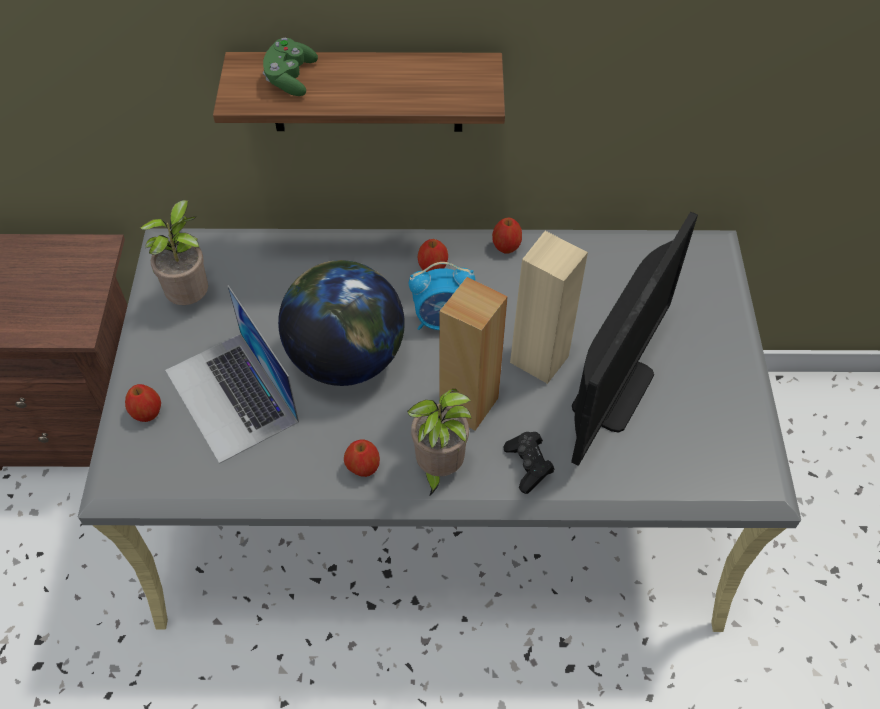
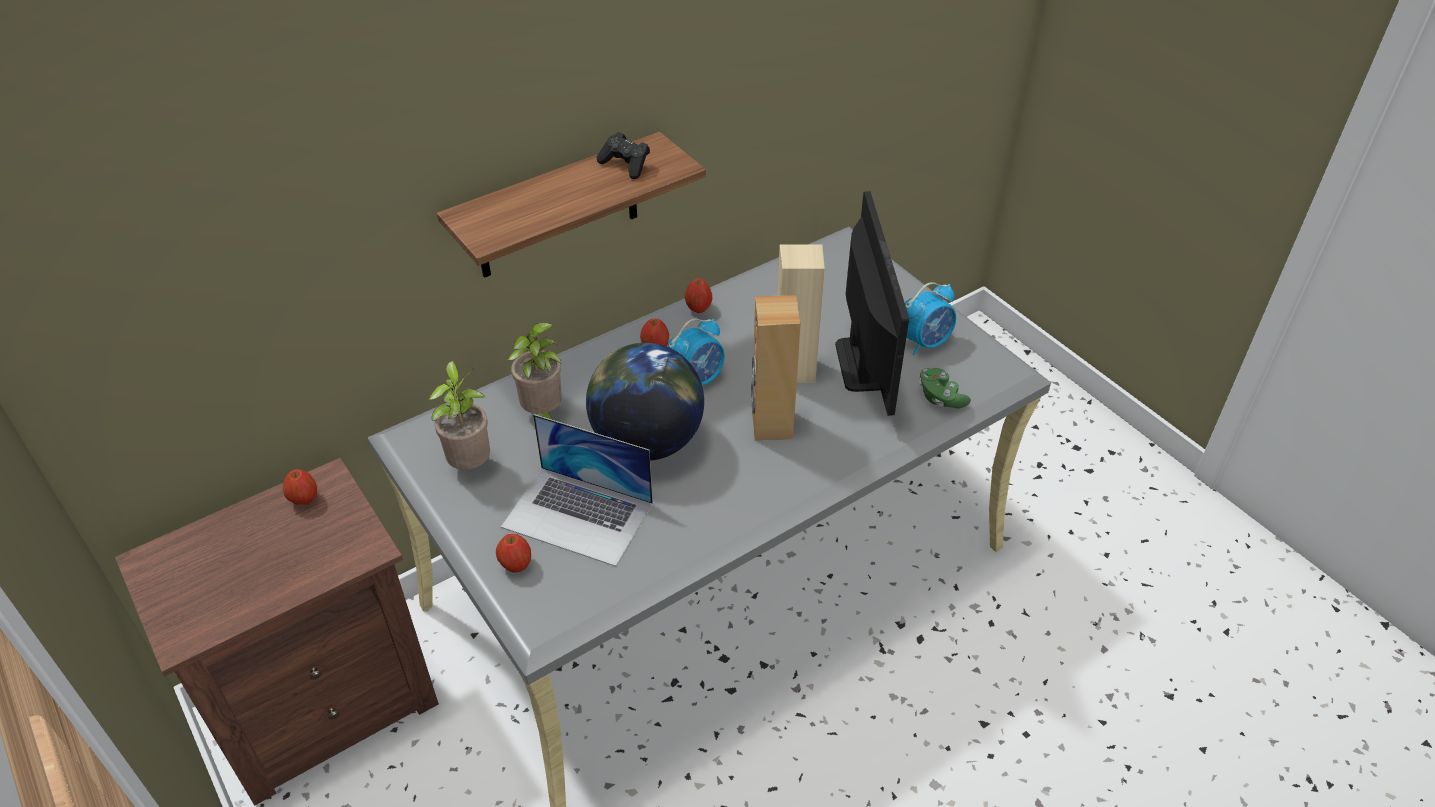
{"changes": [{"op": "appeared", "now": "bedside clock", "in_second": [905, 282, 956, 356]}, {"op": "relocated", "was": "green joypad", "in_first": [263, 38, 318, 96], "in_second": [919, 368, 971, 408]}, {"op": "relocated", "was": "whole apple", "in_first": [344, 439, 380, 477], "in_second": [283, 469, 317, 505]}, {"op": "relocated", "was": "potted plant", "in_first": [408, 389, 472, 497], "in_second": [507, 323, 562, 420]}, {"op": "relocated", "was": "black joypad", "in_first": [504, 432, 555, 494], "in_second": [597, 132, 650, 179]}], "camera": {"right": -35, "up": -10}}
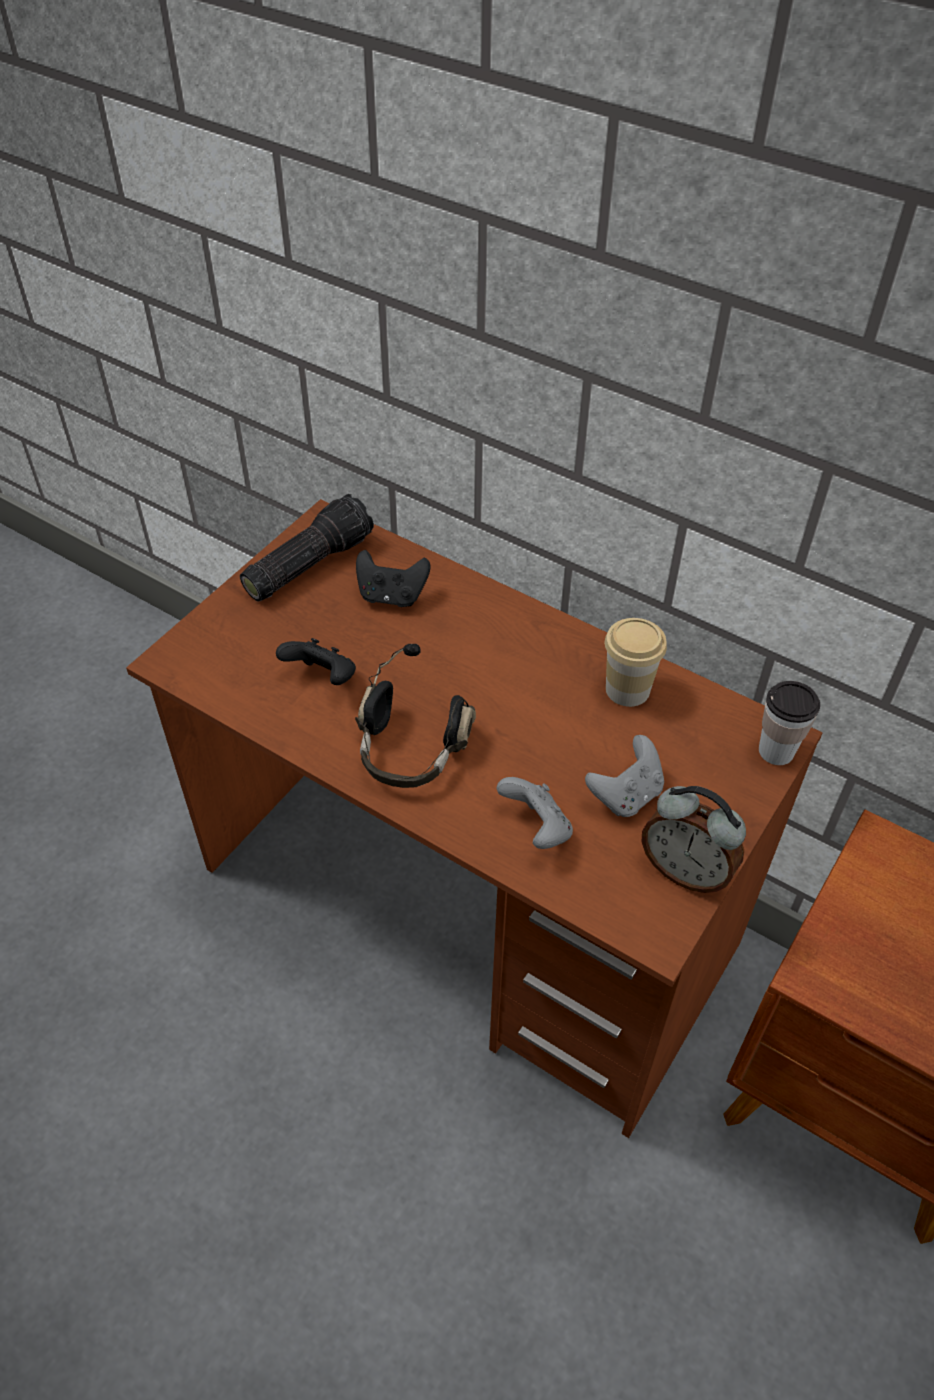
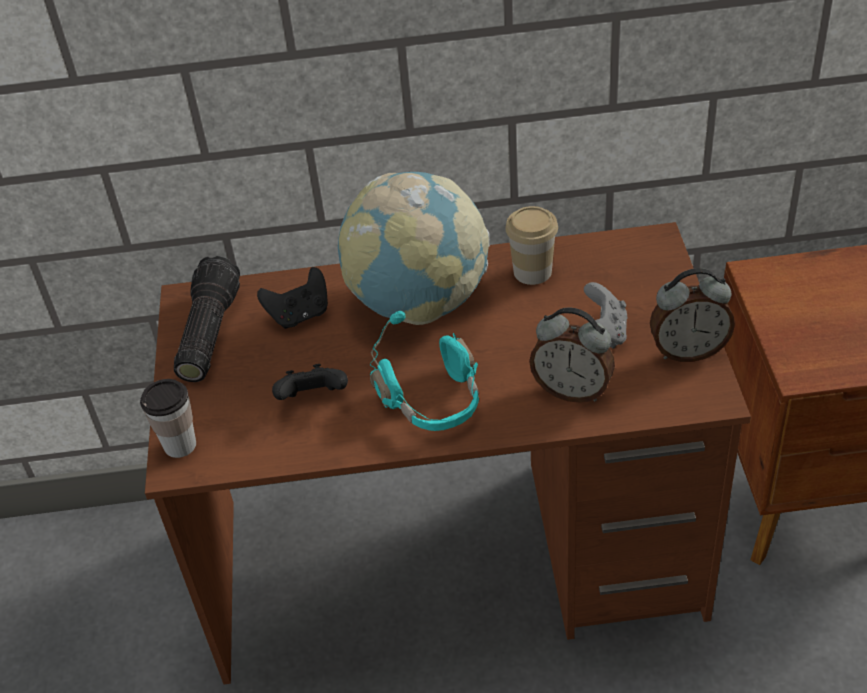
{"changes": [{"op": "appeared", "now": "world globe", "in_second": [338, 172, 490, 325]}, {"op": "relocated", "was": "cup", "in_first": [759, 681, 820, 765], "in_second": [140, 379, 196, 458]}, {"op": "exchanged", "was": "greyish joypad", "now": "bedside clock", "in_first": [497, 777, 573, 849], "in_second": [529, 308, 615, 403]}, {"op": "colour", "was": "black headset", "now": "blue-green headset", "in_first": [355, 644, 476, 788], "in_second": [370, 311, 479, 431]}], "camera": {"right": -35, "up": -5}}
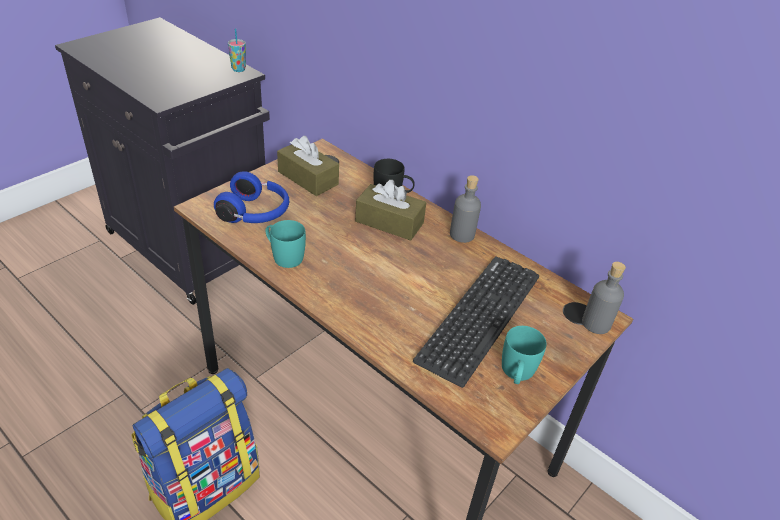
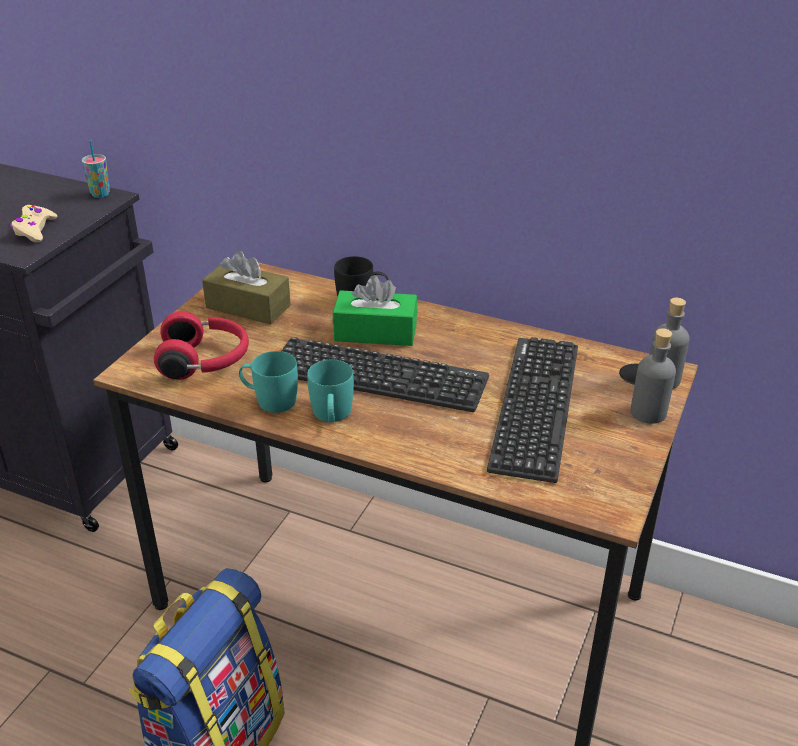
{"changes": [{"op": "appeared", "now": "beige joypad", "in_second": [10, 205, 57, 243]}, {"op": "appeared", "now": "computer keyboard", "in_second": [282, 337, 489, 412]}, {"op": "relocated", "was": "greyish beverage bottle", "in_first": [450, 175, 481, 243], "in_second": [630, 328, 676, 424]}, {"op": "relocated", "was": "blue-green coffee mug", "in_first": [502, 326, 547, 384], "in_second": [307, 360, 354, 422]}, {"op": "colour", "was": "bluish headset", "now": "red headset", "in_first": [214, 171, 289, 223], "in_second": [154, 311, 249, 380]}, {"op": "colour", "was": "brownish box of tissues", "now": "green box of tissues", "in_first": [355, 180, 426, 241], "in_second": [333, 275, 418, 346]}], "camera": {"right": -15, "up": -5}}
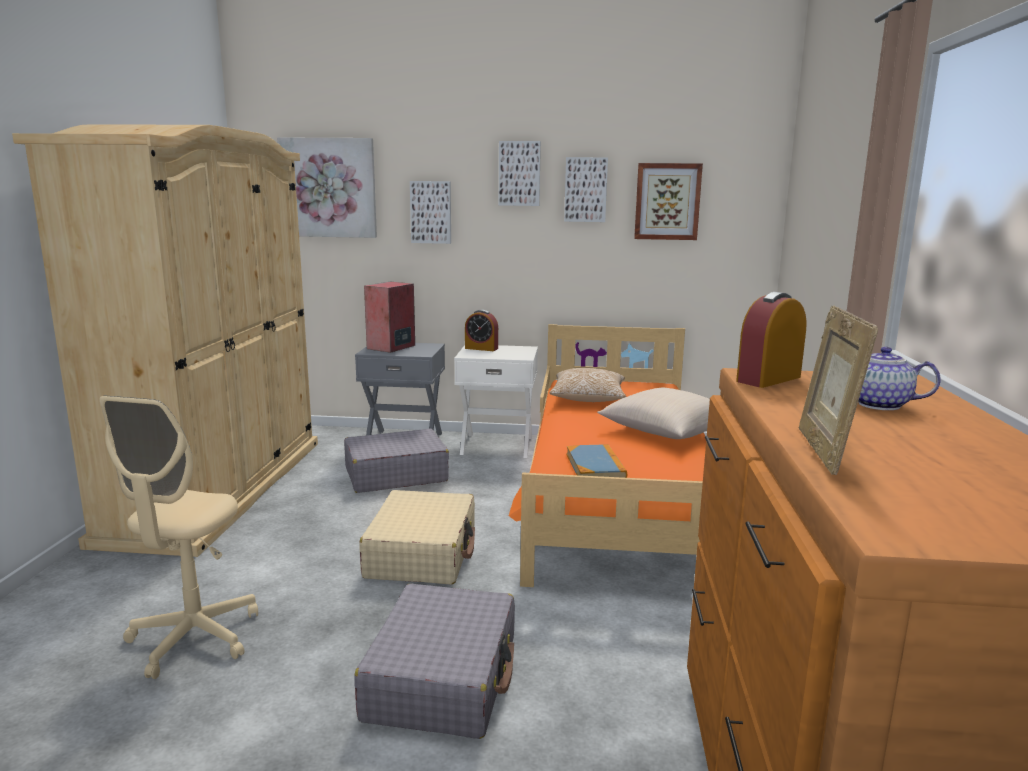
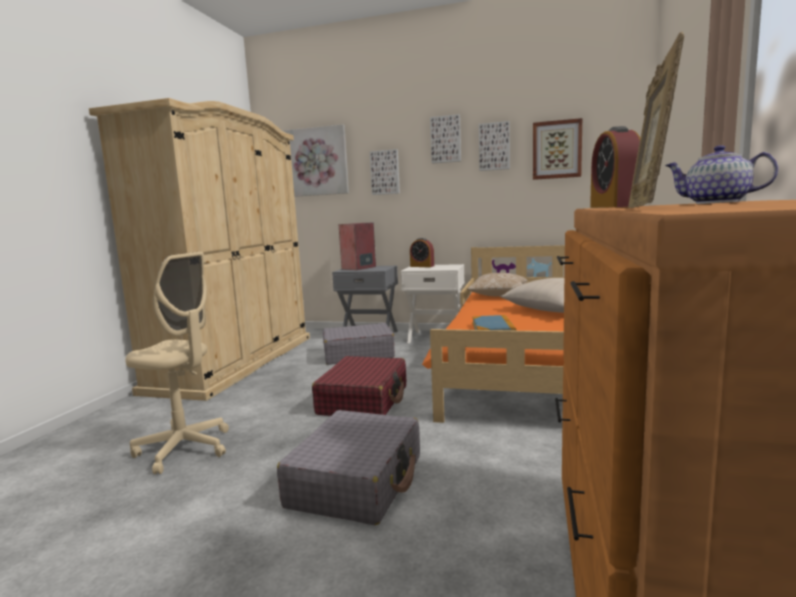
{"changes": [{"op": "colour", "was": "beige travel case", "now": "red travel case", "in_first": [359, 490, 475, 585], "in_second": [312, 356, 406, 416]}, {"op": "spun", "was": "beige desk chair", "in_first": [100, 396, 258, 679], "in_second": [125, 252, 229, 474], "clockwise": -90}, {"op": "spun", "was": "bedside clock", "in_first": [736, 292, 807, 388], "in_second": [590, 126, 640, 208], "clockwise": -60}], "camera": {"right": 10, "up": -5}}
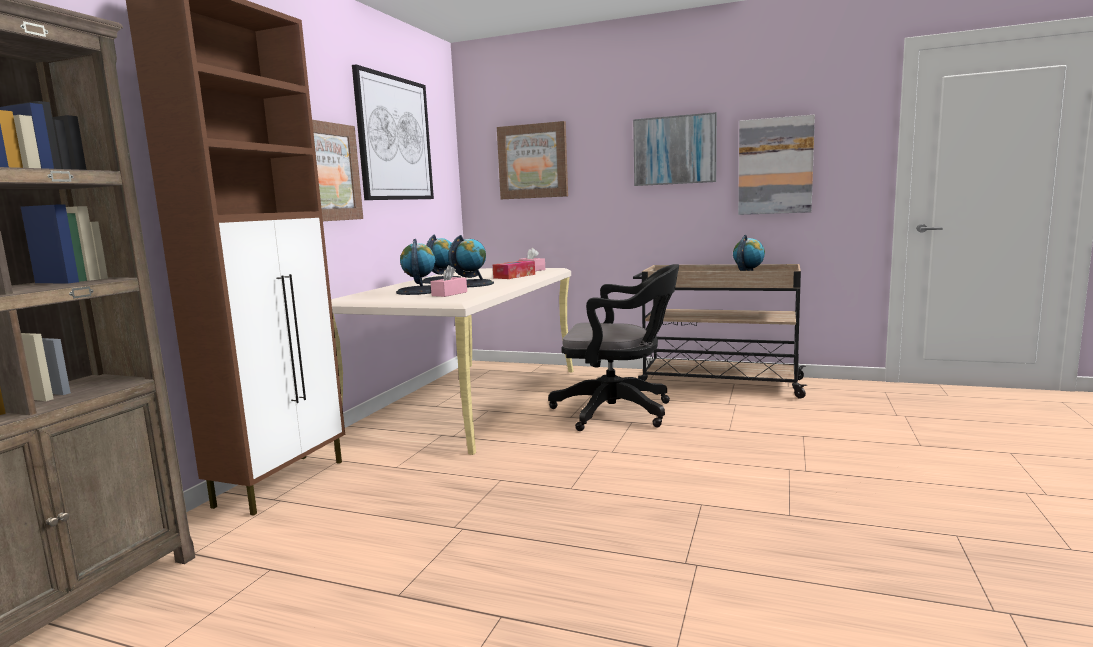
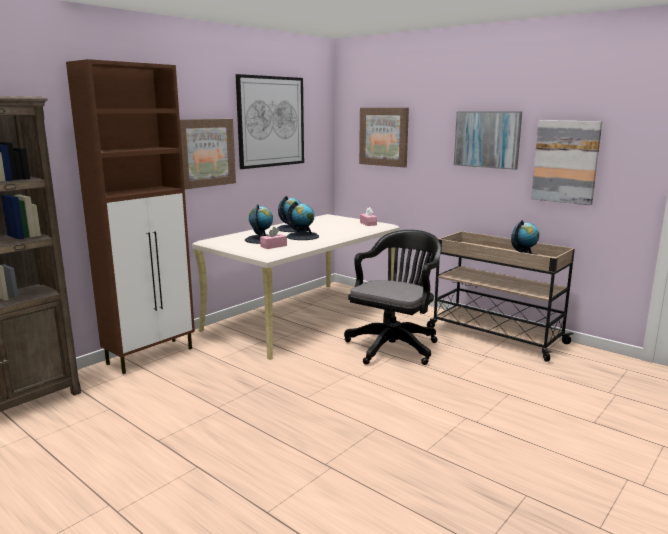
{"changes": [{"op": "missing", "was": "box of tissues", "in_first": [493, 261, 535, 279]}, {"op": "spun", "was": "black desk chair", "in_first": [548, 264, 679, 431], "in_second": [344, 230, 441, 365], "clockwise": -90}], "camera": {"right": 20, "up": 5}}
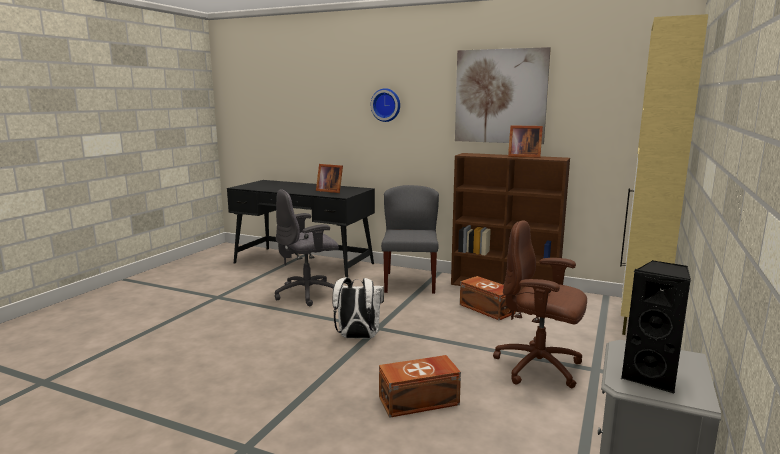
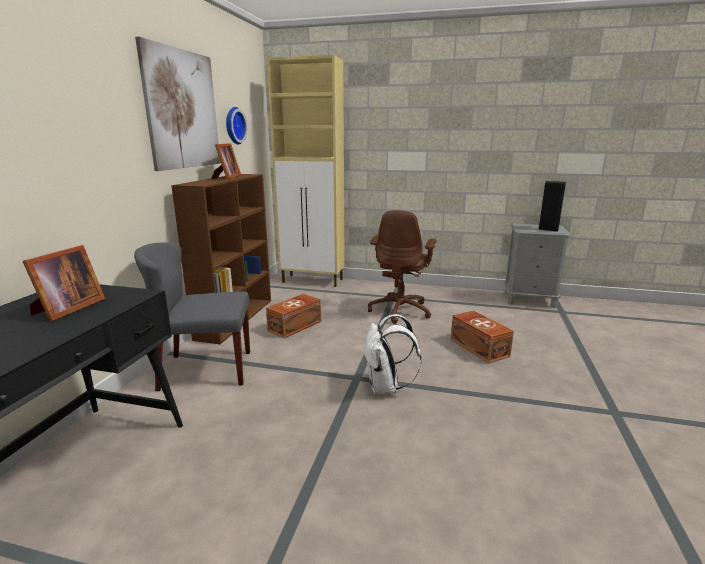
{"changes": [{"op": "missing", "was": "greyish desk chair", "in_first": [275, 189, 339, 306]}, {"op": "relocated", "was": "clock on the wall", "in_first": [371, 88, 400, 122], "in_second": [226, 107, 247, 145]}], "camera": {"right": -100, "up": 5}}
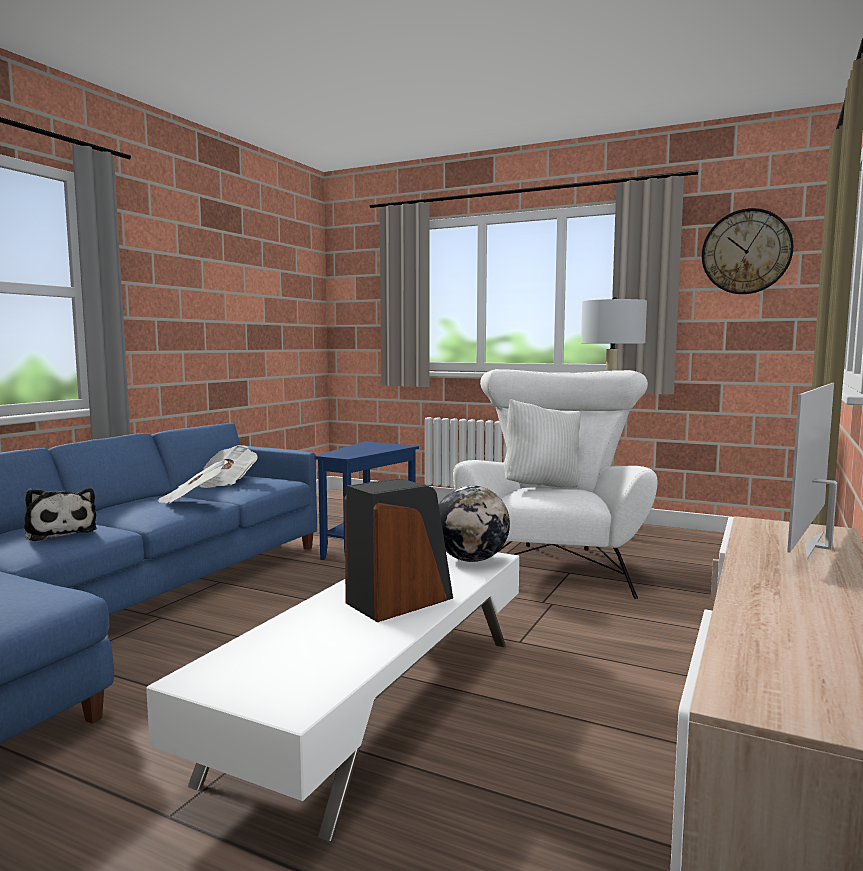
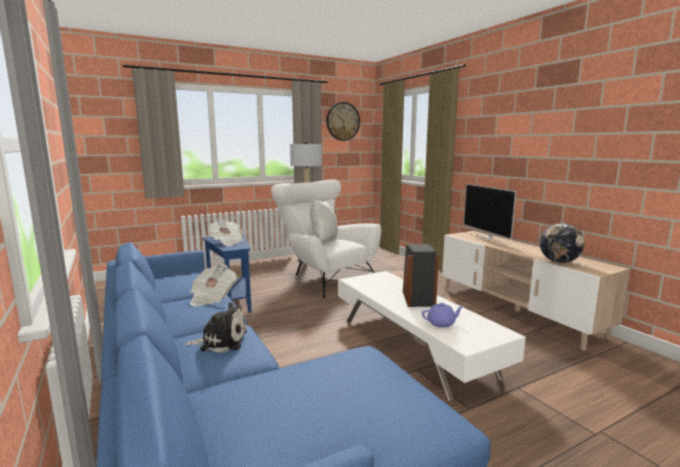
{"changes": [{"op": "appeared", "now": "purple tea pot", "in_second": [422, 303, 464, 327]}, {"op": "relocated", "was": "daily paper", "in_first": [199, 445, 258, 488], "in_second": [209, 219, 244, 246]}, {"op": "relocated", "was": "world globe", "in_first": [439, 485, 510, 562], "in_second": [540, 223, 585, 263]}], "camera": {"right": -55, "up": 5}}
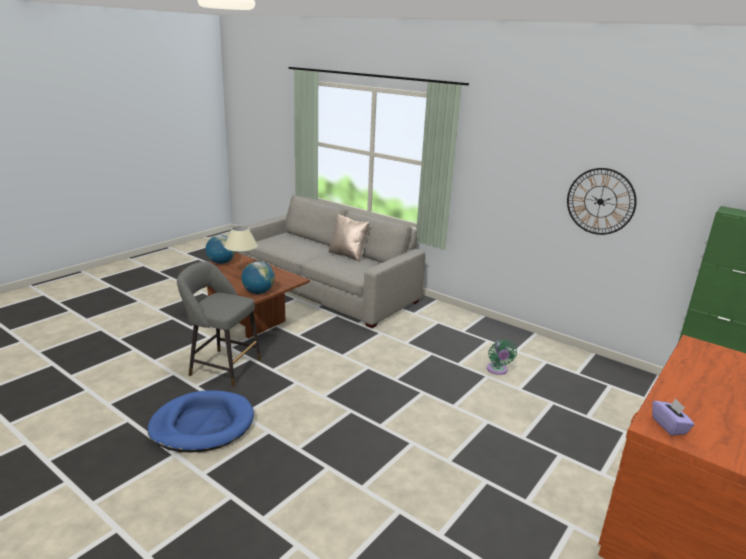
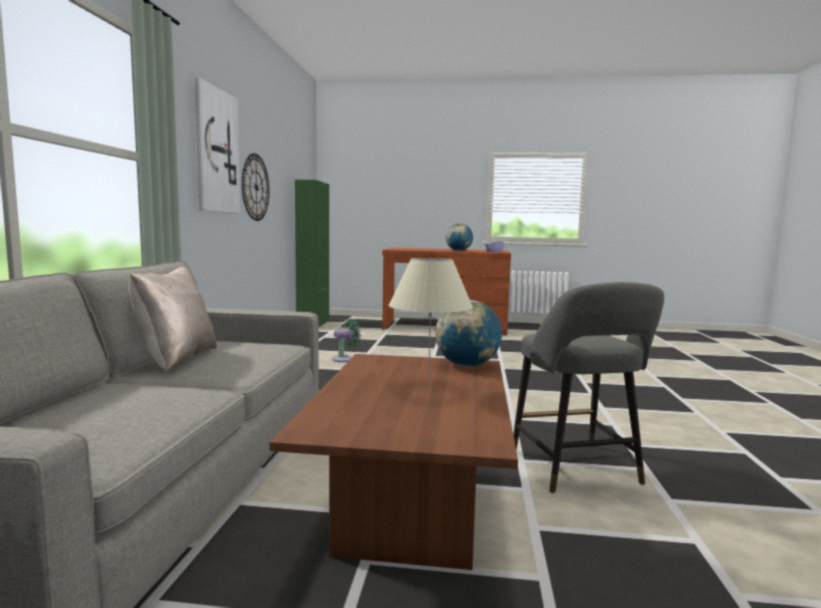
{"changes": [{"op": "missing", "was": "bluish dog cushion", "in_first": [148, 390, 254, 452]}, {"op": "appeared", "now": "wall picture", "in_second": [194, 77, 240, 213]}, {"op": "relocated", "was": "world globe", "in_first": [206, 235, 235, 264], "in_second": [446, 223, 473, 251]}], "camera": {"right": -120, "up": -15}}
